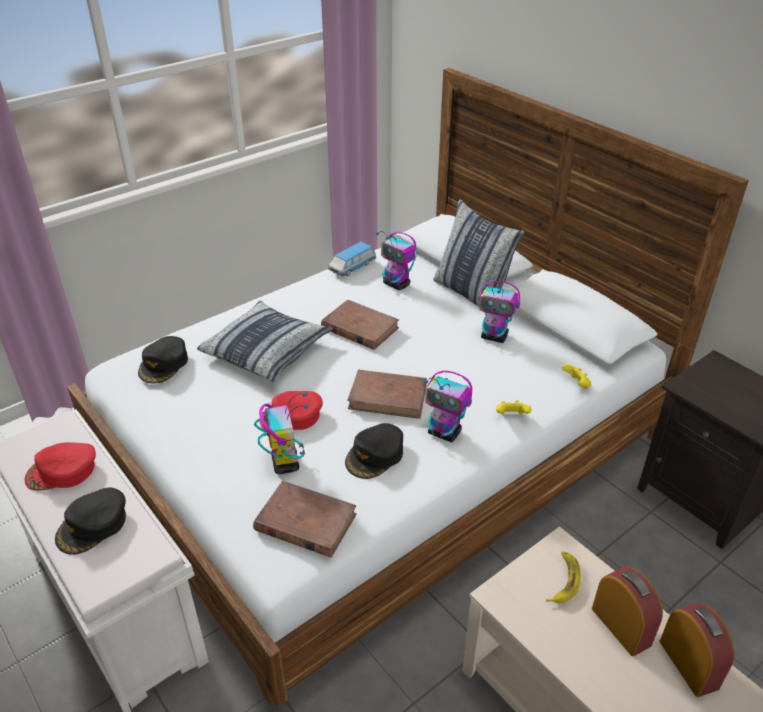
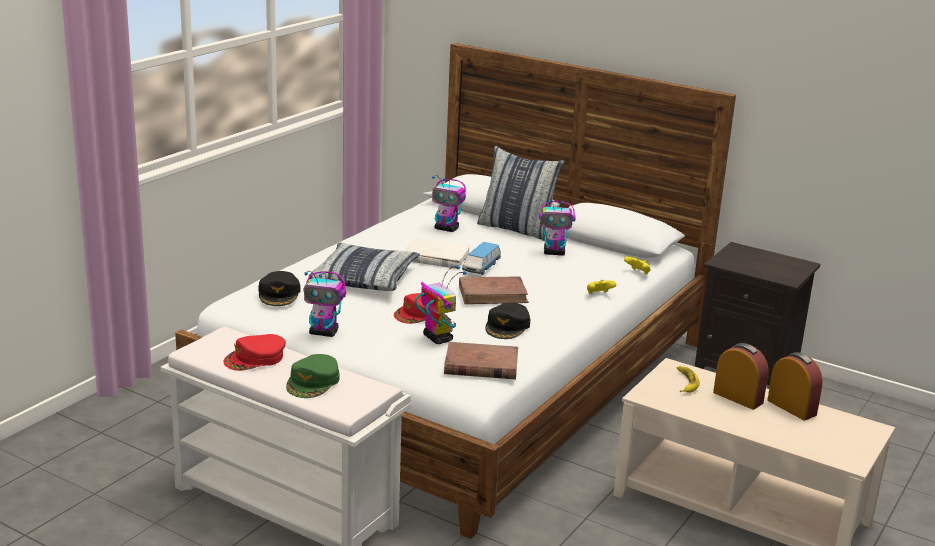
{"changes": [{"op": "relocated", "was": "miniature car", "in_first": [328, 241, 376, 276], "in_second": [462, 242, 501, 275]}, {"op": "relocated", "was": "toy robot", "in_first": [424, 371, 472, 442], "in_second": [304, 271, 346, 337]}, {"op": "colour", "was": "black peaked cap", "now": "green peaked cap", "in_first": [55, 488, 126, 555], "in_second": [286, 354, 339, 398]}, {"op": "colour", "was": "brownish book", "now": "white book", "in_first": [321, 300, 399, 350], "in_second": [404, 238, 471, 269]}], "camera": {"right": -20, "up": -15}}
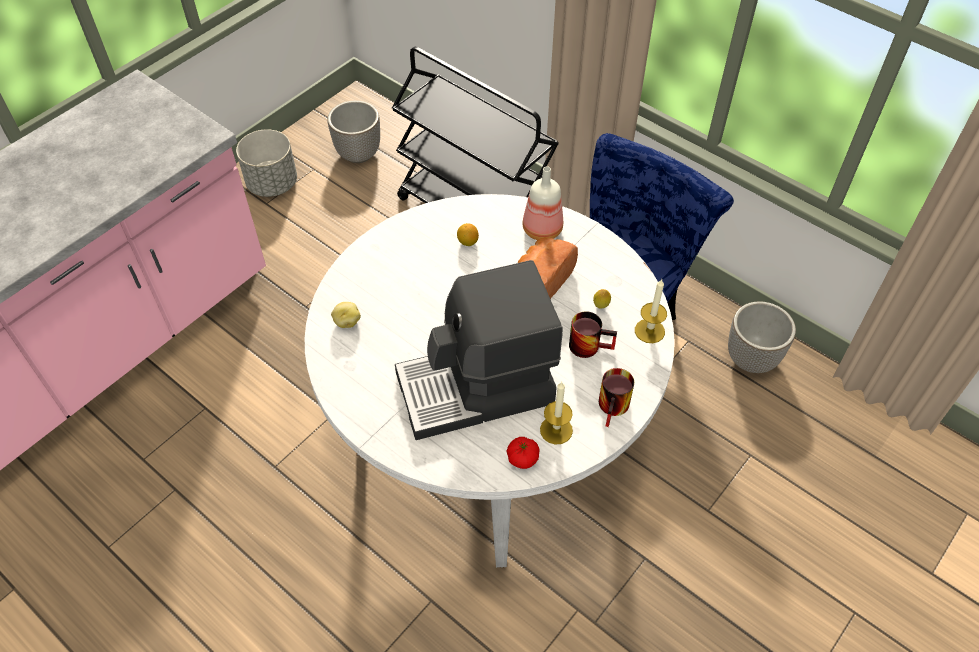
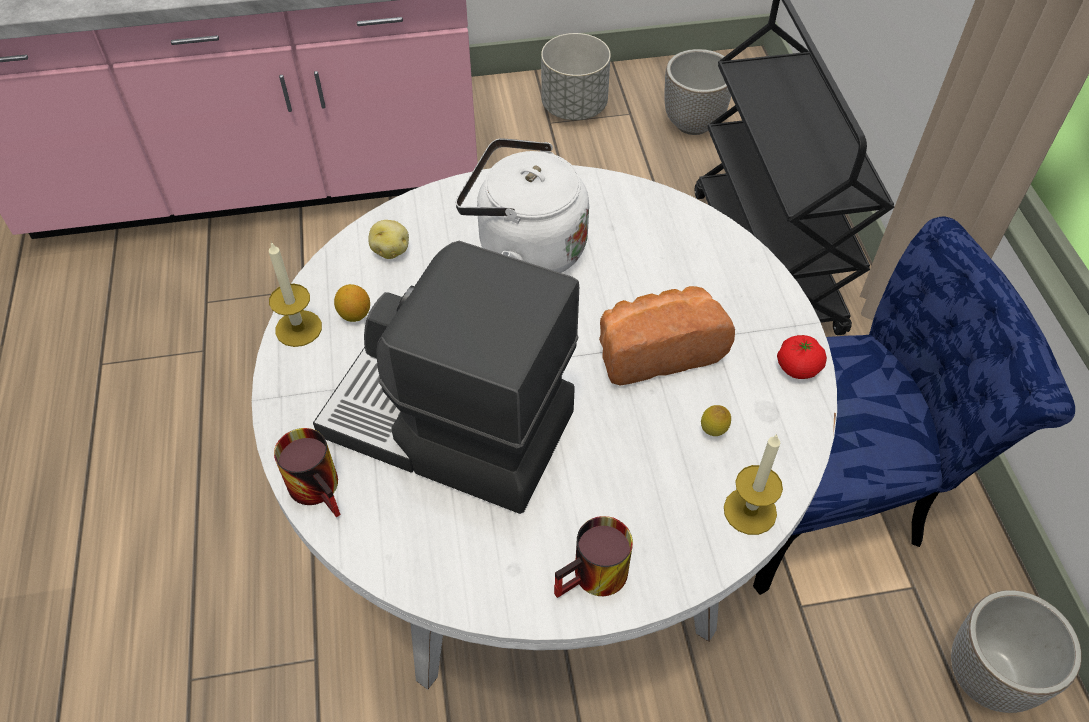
{"changes": [{"op": "missing", "was": "beverage bottle", "in_first": [523, 166, 563, 240]}, {"op": "appeared", "now": "white tea kettle", "in_second": [456, 138, 589, 273]}, {"op": "relocated", "was": "lemon", "in_first": [457, 223, 479, 246], "in_second": [334, 284, 370, 322]}, {"op": "relocated", "was": "fresh tomato", "in_first": [507, 437, 540, 469], "in_second": [777, 335, 827, 379]}, {"op": "relocated", "was": "candle", "in_first": [540, 382, 573, 444], "in_second": [269, 241, 322, 347]}, {"op": "relocated", "was": "coffee mug", "in_first": [569, 311, 617, 358], "in_second": [274, 428, 341, 517]}], "camera": {"right": 40, "up": 0}}
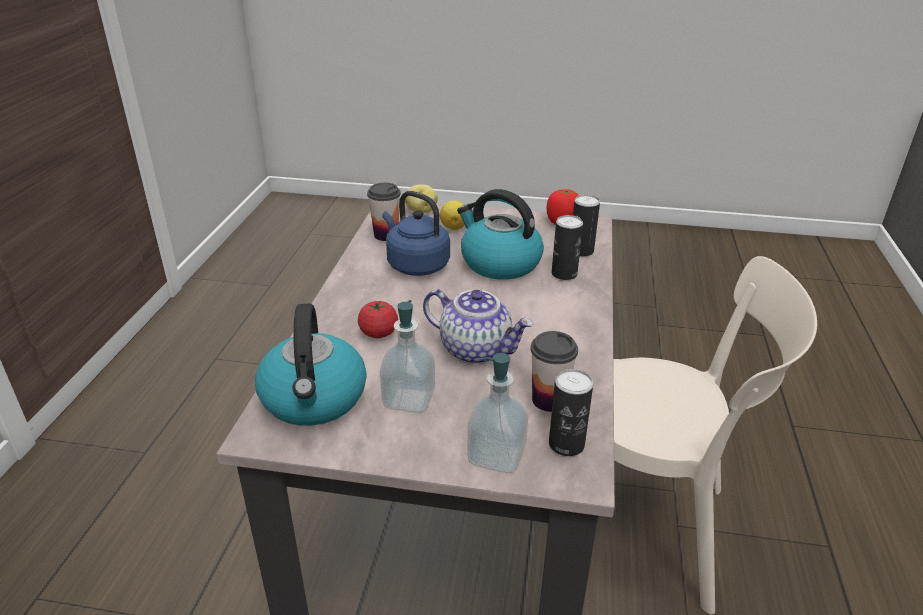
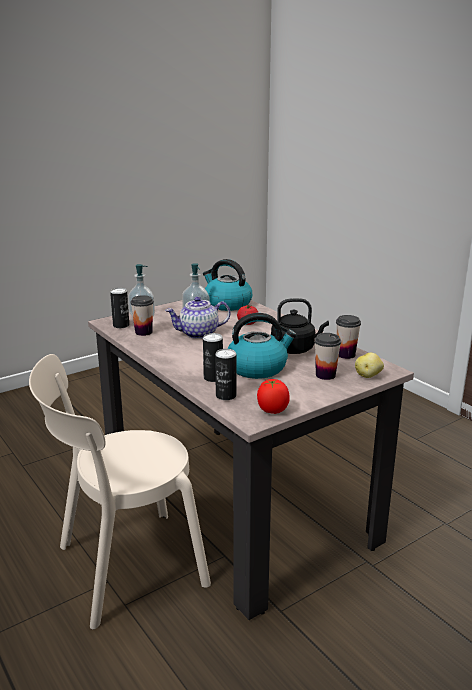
{"changes": [{"op": "exchanged", "was": "lemon", "now": "cup", "in_first": [440, 200, 465, 230], "in_second": [314, 333, 341, 380]}, {"op": "colour", "was": "bluish tea kettle", "now": "black tea kettle", "in_first": [382, 191, 450, 276], "in_second": [271, 298, 329, 354]}], "camera": {"right": 135, "up": -10}}
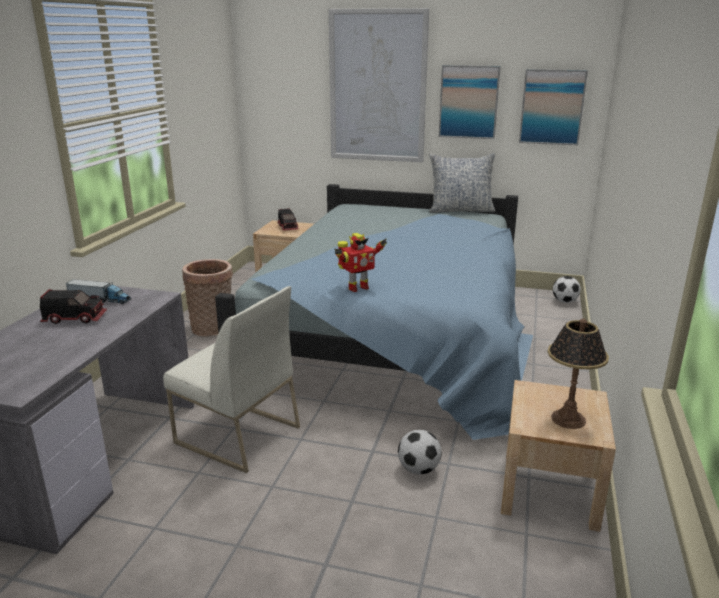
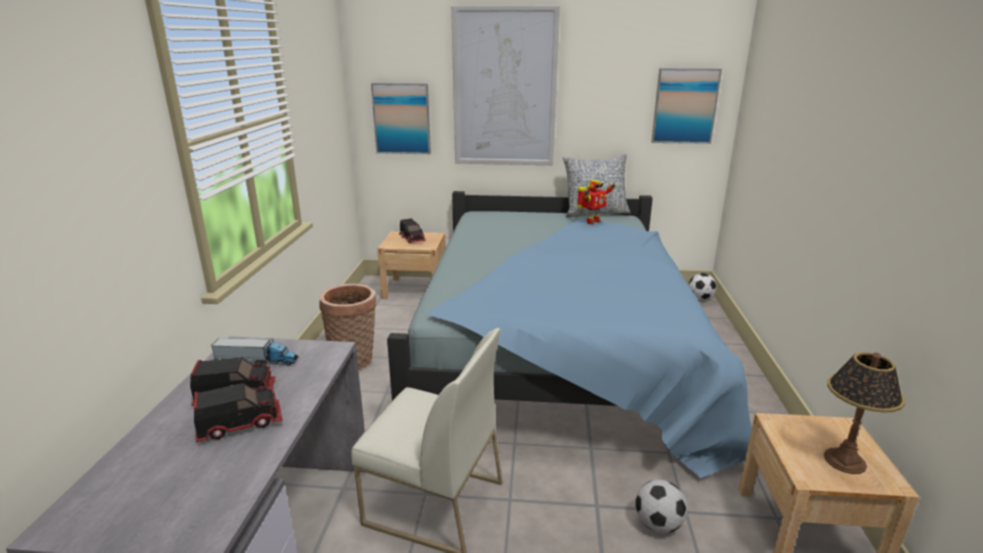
{"changes": [{"op": "appeared", "now": "toy truck", "in_second": [194, 383, 283, 443]}, {"op": "relocated", "was": "toy robot", "in_first": [334, 233, 387, 292], "in_second": [577, 180, 615, 224]}, {"op": "relocated", "was": "wall picture", "in_first": [439, 65, 501, 139], "in_second": [371, 83, 431, 154]}], "camera": {"right": -10, "up": 0}}
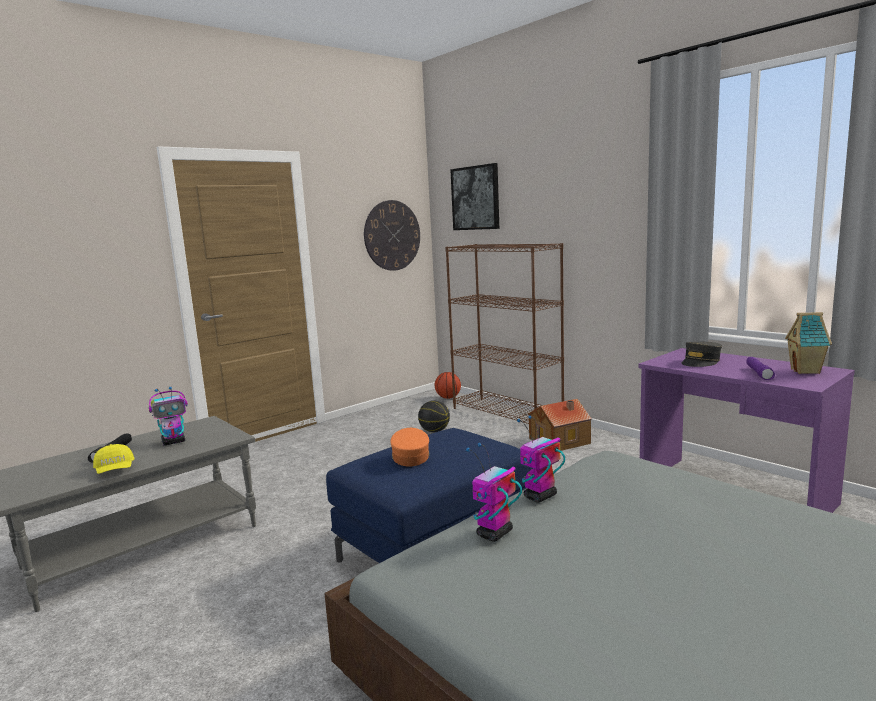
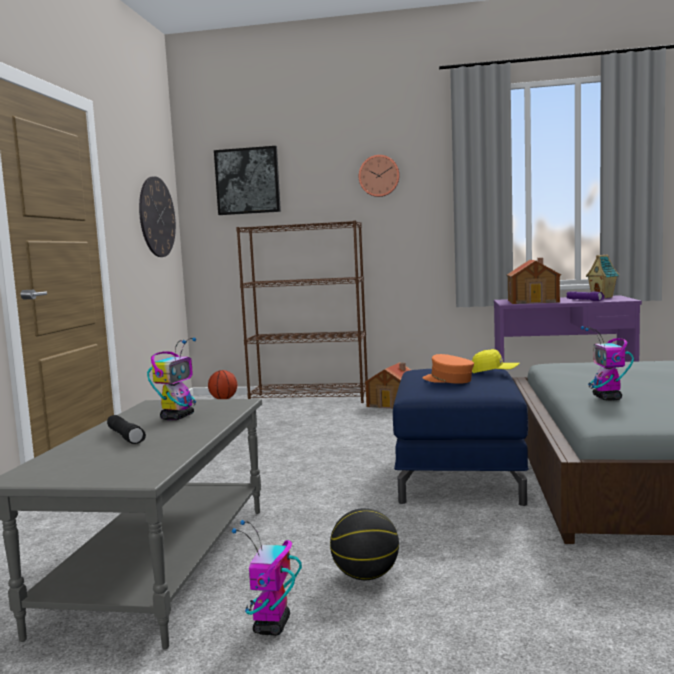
{"changes": [{"op": "appeared", "now": "clock on the wall", "in_second": [359, 155, 400, 197]}, {"op": "relocated", "was": "yellow peaked cap", "in_first": [93, 444, 134, 474], "in_second": [472, 349, 520, 373]}, {"op": "relocated", "was": "ball for basketball", "in_first": [418, 401, 450, 432], "in_second": [330, 508, 399, 580]}, {"op": "relocated", "was": "toy robot", "in_first": [517, 415, 565, 503], "in_second": [232, 520, 302, 636]}, {"op": "exchanged", "was": "greyish peaked cap", "now": "miniature house", "in_first": [682, 342, 722, 367], "in_second": [507, 258, 561, 304]}], "camera": {"right": -40, "up": -5}}
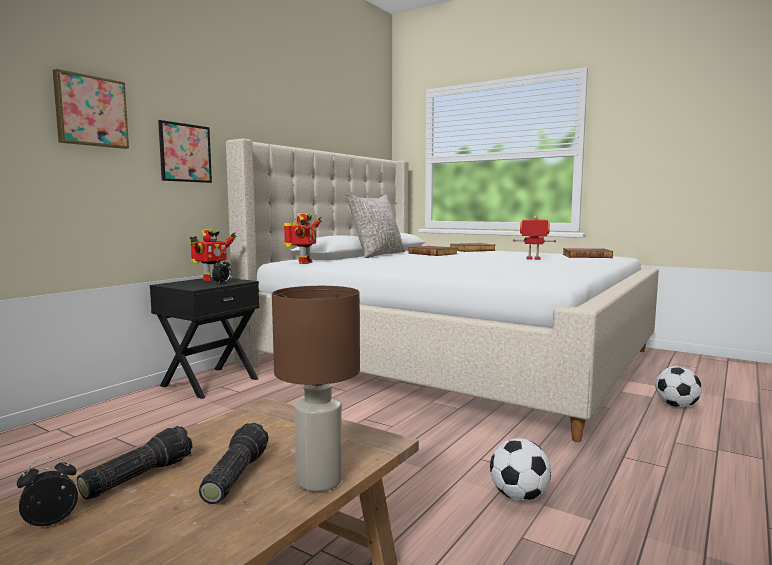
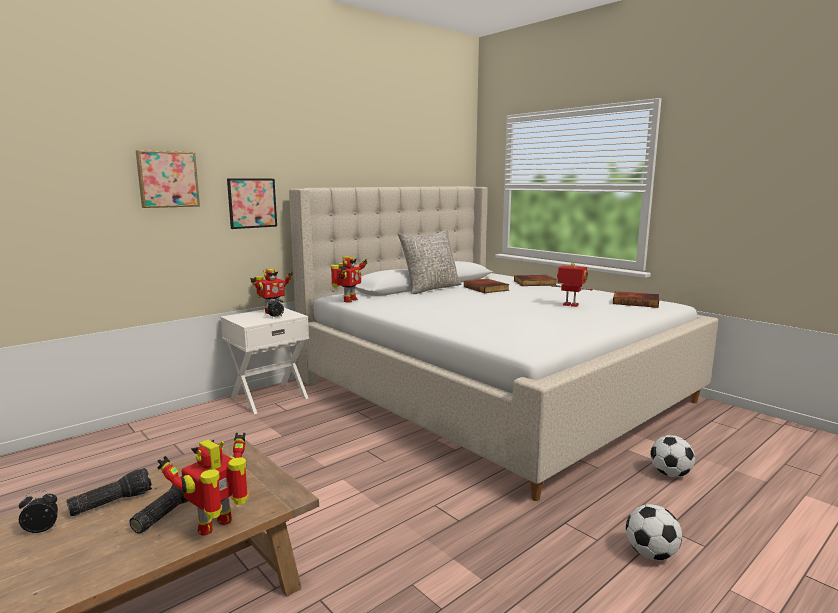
{"changes": [{"op": "relocated", "was": "football ball", "in_first": [490, 438, 551, 501], "in_second": [626, 504, 682, 560]}, {"op": "exchanged", "was": "brownish tabletop lamp", "now": "toy robot", "in_first": [272, 286, 360, 492], "in_second": [157, 433, 249, 536]}, {"op": "colour", "was": "black bedside table", "now": "white bedside table", "in_first": [150, 277, 259, 399], "in_second": [220, 308, 309, 414]}], "camera": {"right": 15, "up": 5}}
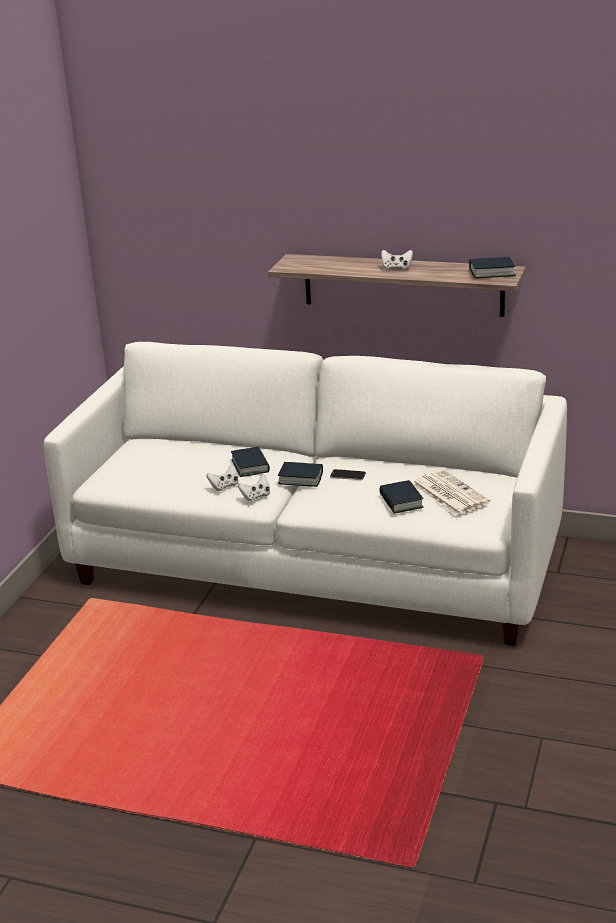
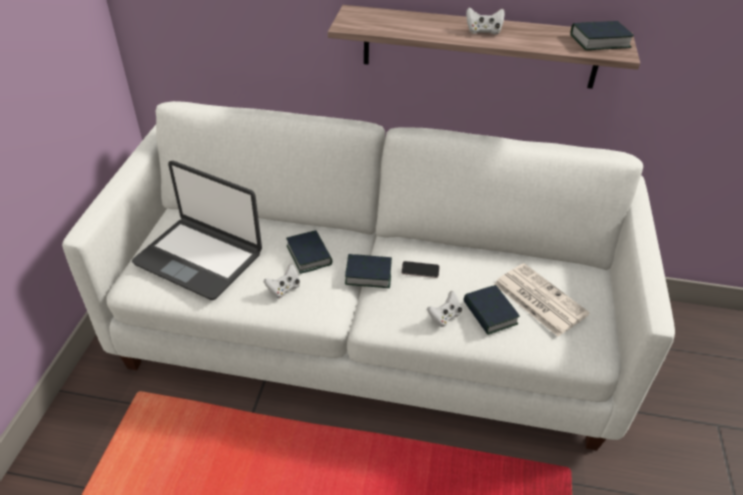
{"changes": [{"op": "appeared", "now": "notebook computer", "in_second": [132, 161, 262, 300]}, {"op": "relocated", "was": "white joypad", "in_first": [238, 475, 270, 502], "in_second": [427, 291, 462, 327]}], "camera": {"right": -10, "up": 15}}
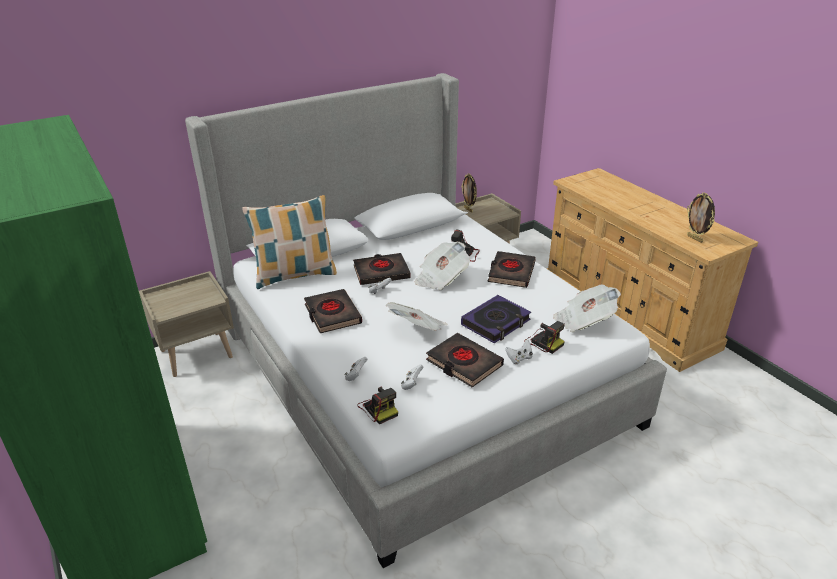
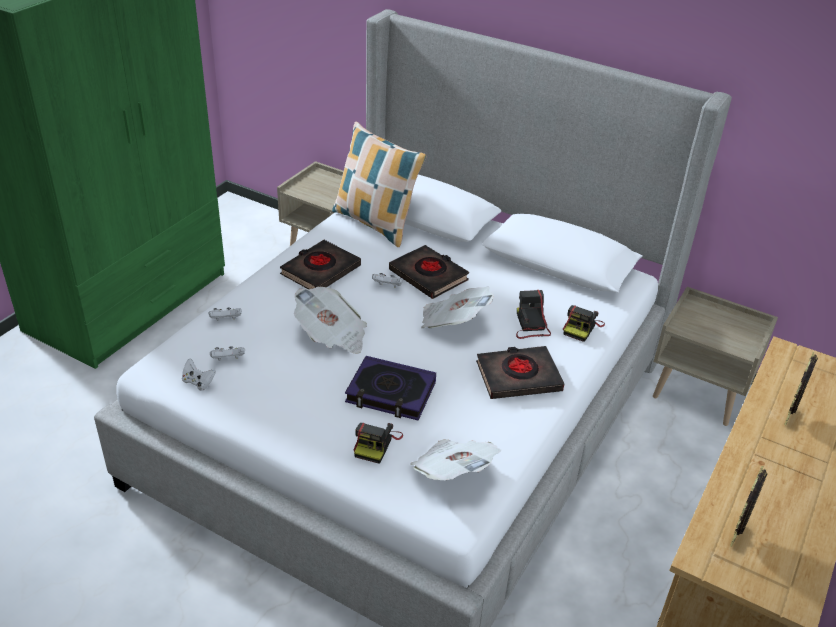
{"changes": [{"op": "missing", "was": "black book", "in_first": [426, 333, 504, 387]}, {"op": "relocated", "was": "still camera", "in_first": [357, 386, 398, 424], "in_second": [563, 305, 605, 342]}, {"op": "relocated", "was": "picture frame", "in_first": [461, 173, 477, 213], "in_second": [784, 352, 818, 425]}, {"op": "relocated", "was": "white joypad", "in_first": [505, 340, 533, 364], "in_second": [182, 358, 216, 390]}], "camera": {"right": 60, "up": 5}}
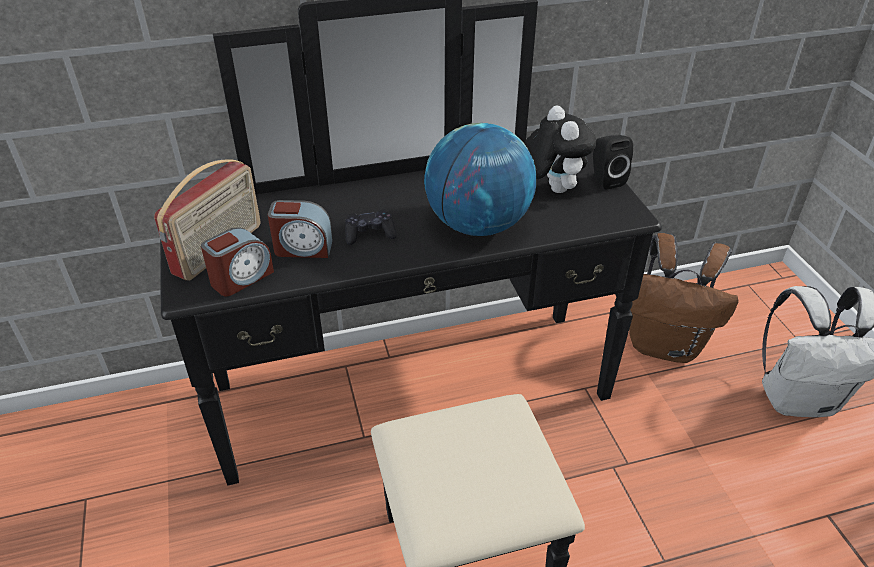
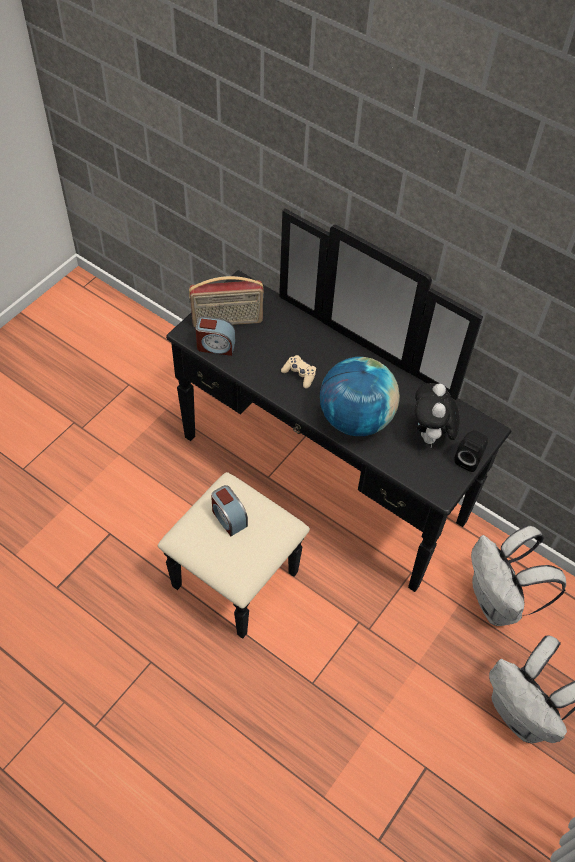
{"changes": [{"op": "relocated", "was": "bedside clock", "in_first": [268, 200, 333, 258], "in_second": [211, 485, 248, 536]}, {"op": "colour", "was": "black joypad", "now": "beige joypad", "in_first": [345, 210, 397, 245], "in_second": [281, 355, 316, 389]}, {"op": "colour", "was": "brownish backpack", "now": "white backpack", "in_first": [629, 233, 739, 363], "in_second": [471, 525, 566, 626]}, {"op": "spun", "was": "cuddly toy", "in_first": [524, 106, 596, 193], "in_second": [415, 383, 460, 447], "clockwise": 150}], "camera": {"right": 50, "up": 15}}
